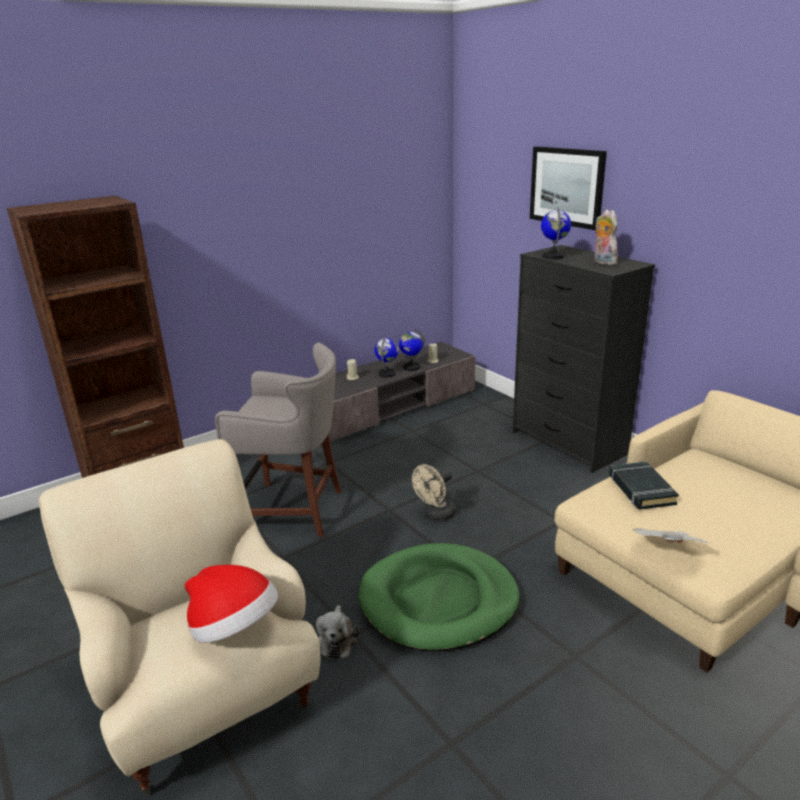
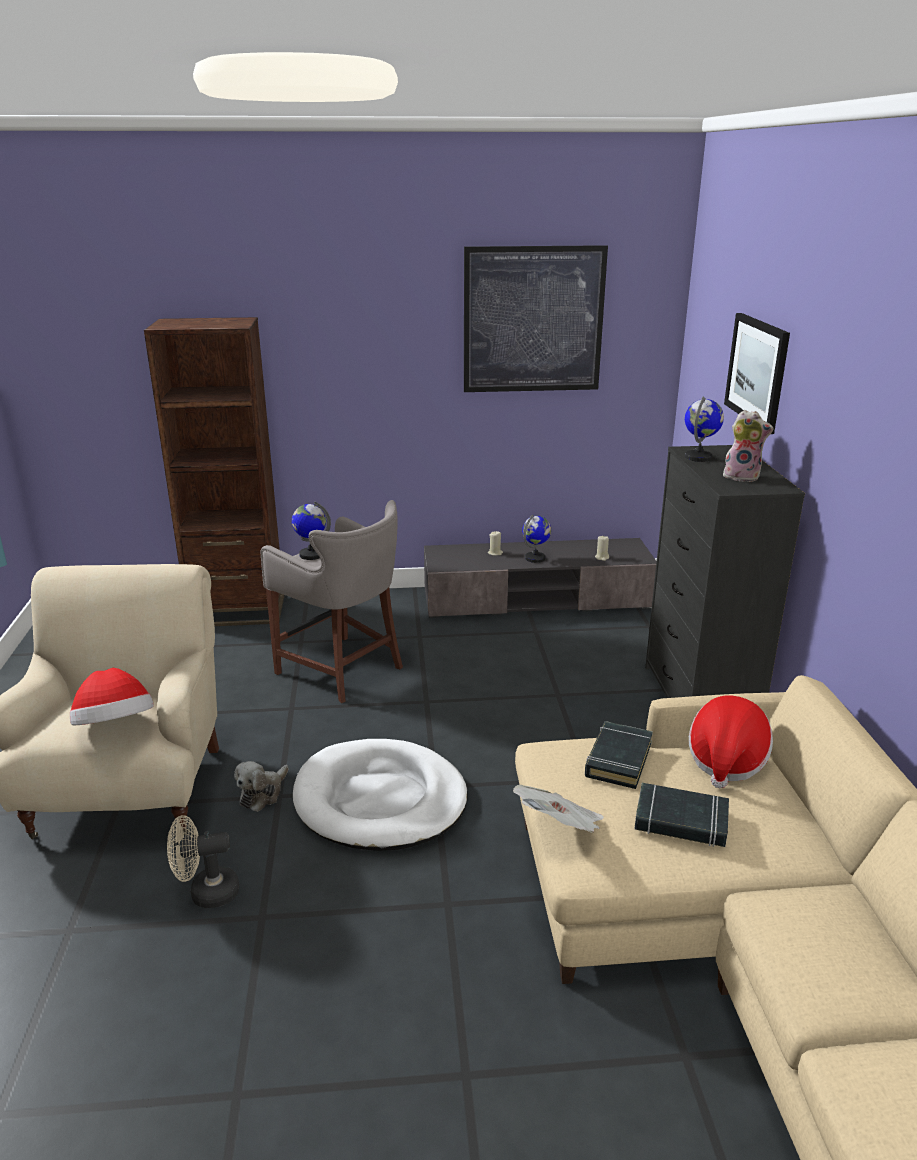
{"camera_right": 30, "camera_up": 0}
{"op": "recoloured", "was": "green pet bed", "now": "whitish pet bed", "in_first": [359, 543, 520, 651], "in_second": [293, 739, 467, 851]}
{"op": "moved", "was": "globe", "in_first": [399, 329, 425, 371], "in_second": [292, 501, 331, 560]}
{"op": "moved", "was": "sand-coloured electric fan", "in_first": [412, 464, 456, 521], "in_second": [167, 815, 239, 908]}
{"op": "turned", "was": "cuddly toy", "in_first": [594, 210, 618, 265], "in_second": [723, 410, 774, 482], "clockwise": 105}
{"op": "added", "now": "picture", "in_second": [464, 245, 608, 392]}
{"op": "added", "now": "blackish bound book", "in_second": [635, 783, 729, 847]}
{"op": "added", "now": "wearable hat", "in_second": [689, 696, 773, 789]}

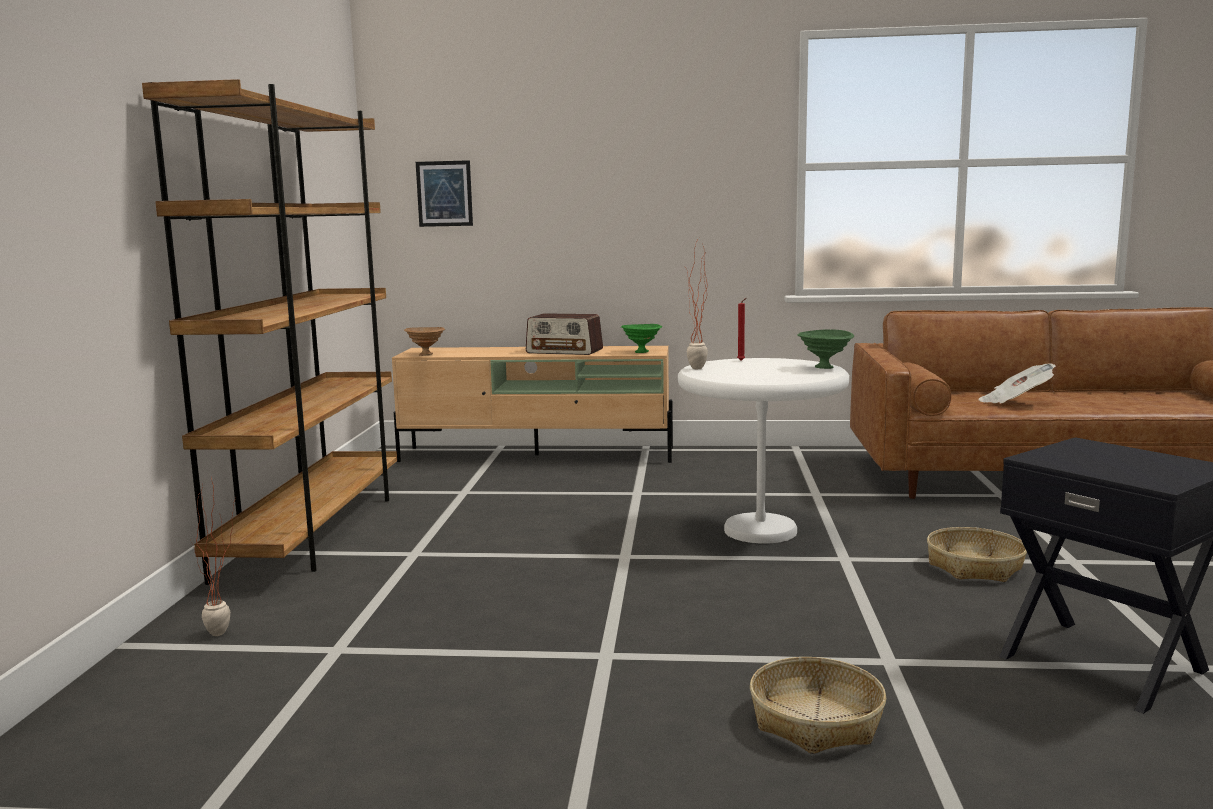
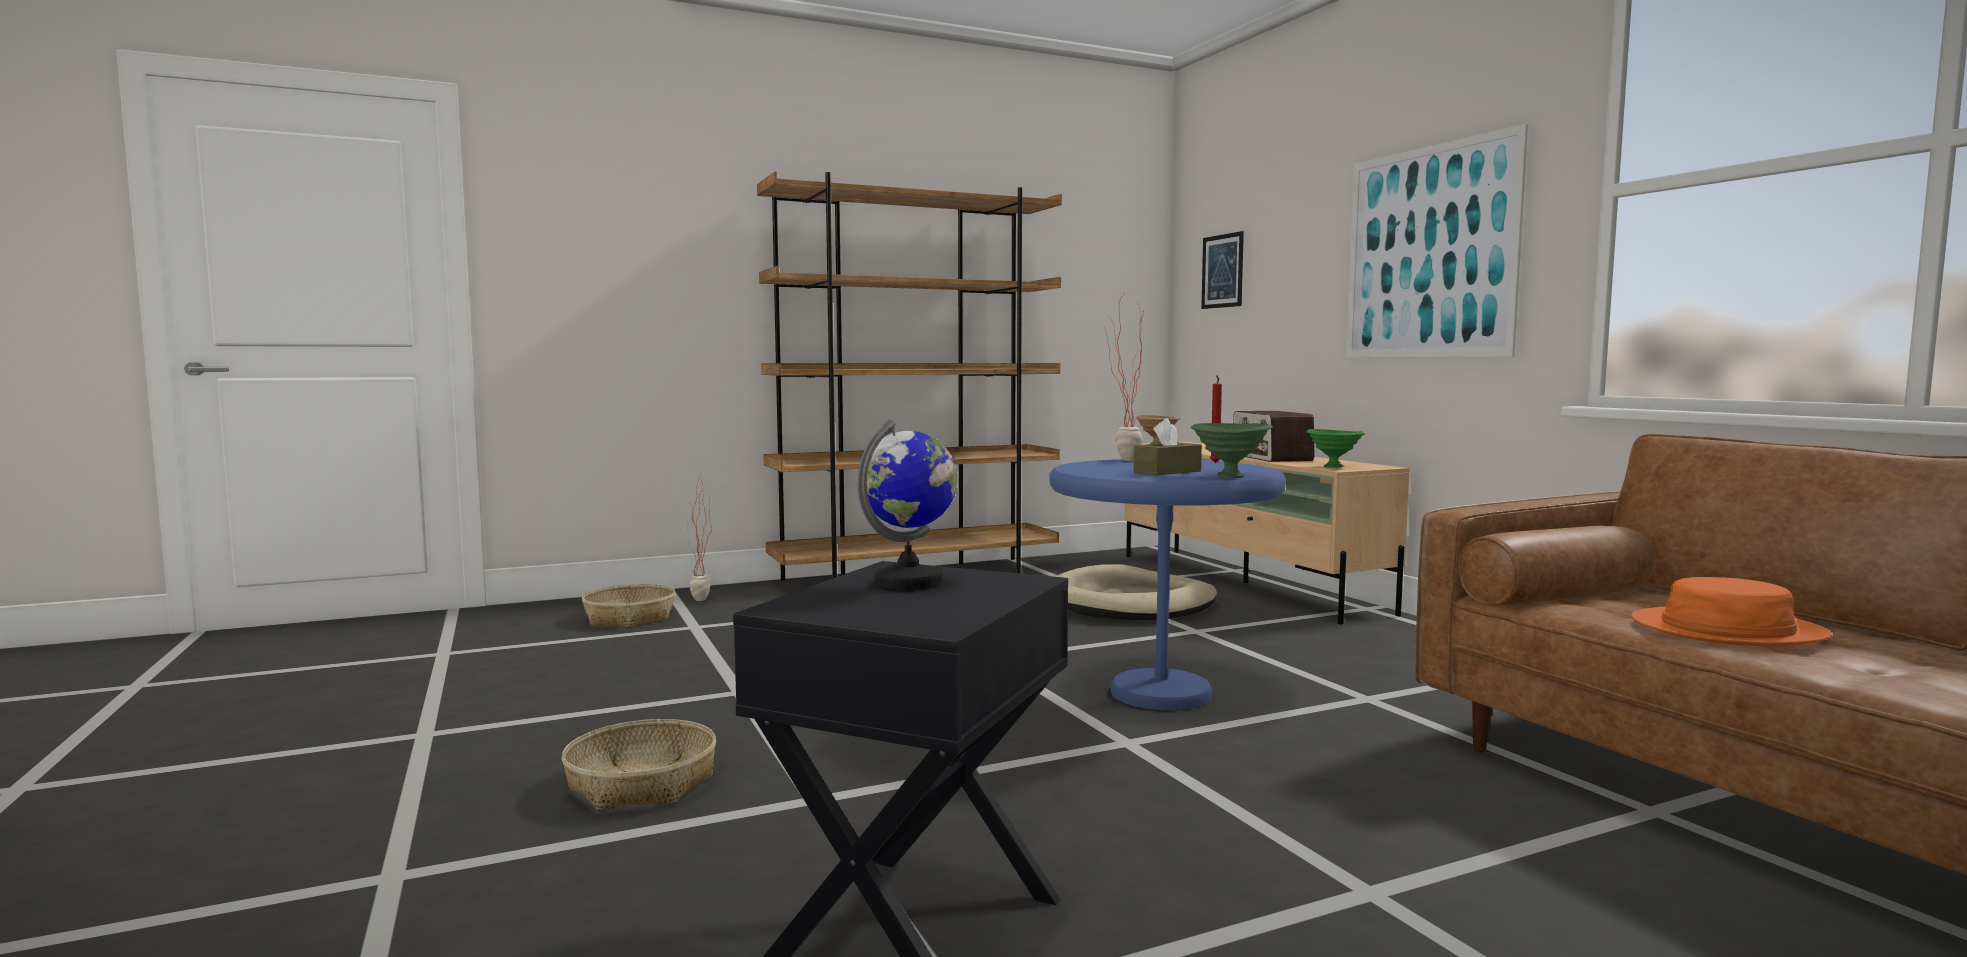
{"camera_right": 60, "camera_up": -5}
{"op": "recoloured", "was": "whitish end table", "now": "blue end table", "in_first": [678, 358, 849, 544], "in_second": [1050, 459, 1286, 710]}
{"op": "moved", "was": "basket", "in_first": [927, 527, 1027, 582], "in_second": [582, 584, 676, 627]}
{"op": "replaced", "was": "printed paper", "now": "orangey wearable hat", "in_first": [979, 363, 1056, 403], "in_second": [1631, 577, 1832, 646]}
{"op": "added", "now": "globe", "in_second": [858, 419, 957, 590]}
{"op": "added", "now": "sand-coloured pet bed", "in_second": [1055, 564, 1217, 620]}
{"op": "added", "now": "brownish tissue holder", "in_second": [1134, 418, 1202, 475]}
{"op": "added", "now": "picture", "in_second": [1346, 124, 1528, 357]}

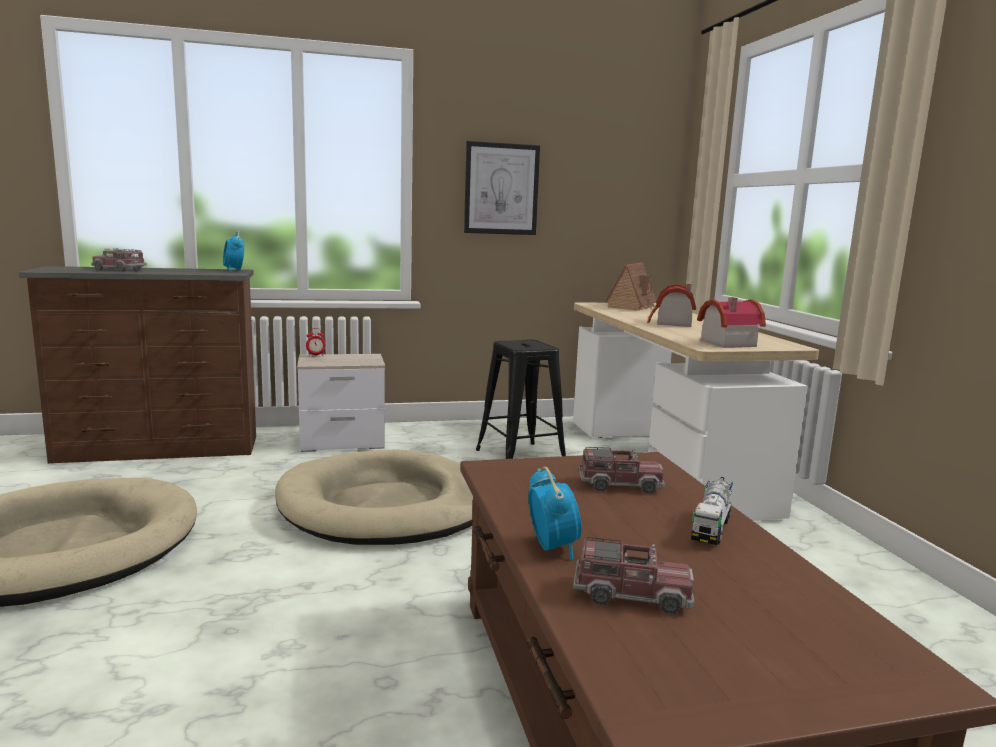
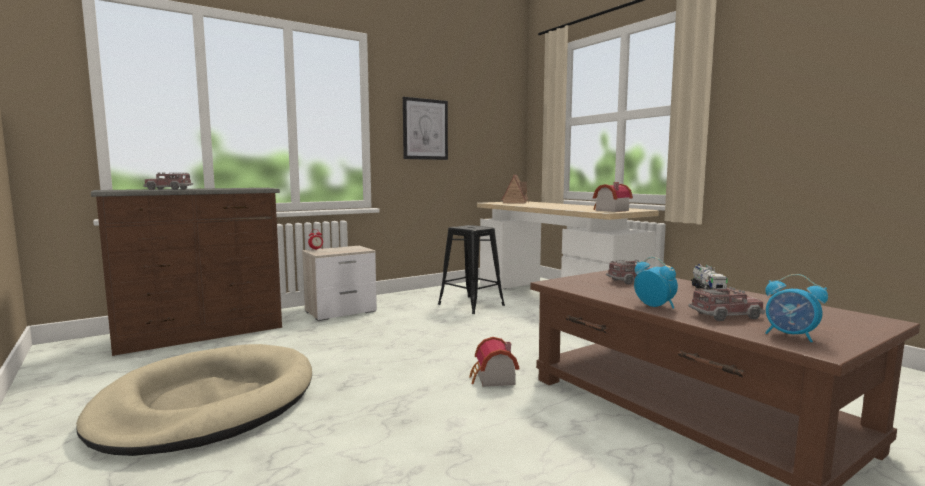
{"camera_right": -20, "camera_up": -5}
{"op": "moved", "was": "table clock", "in_first": [223, 231, 245, 271], "in_second": [765, 274, 828, 342]}
{"op": "removed", "was": "sand-coloured pet bed", "in_first": [275, 449, 473, 545]}
{"op": "moved", "was": "miniature house", "in_first": [647, 284, 696, 327], "in_second": [469, 337, 519, 387]}

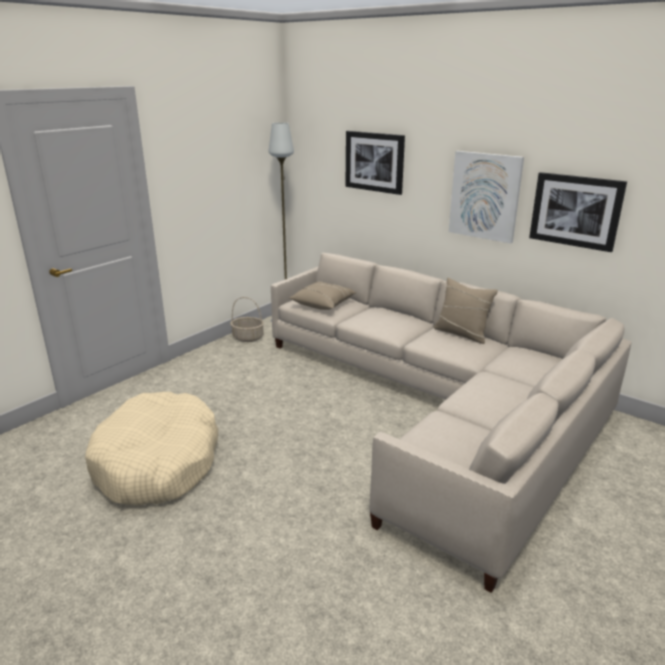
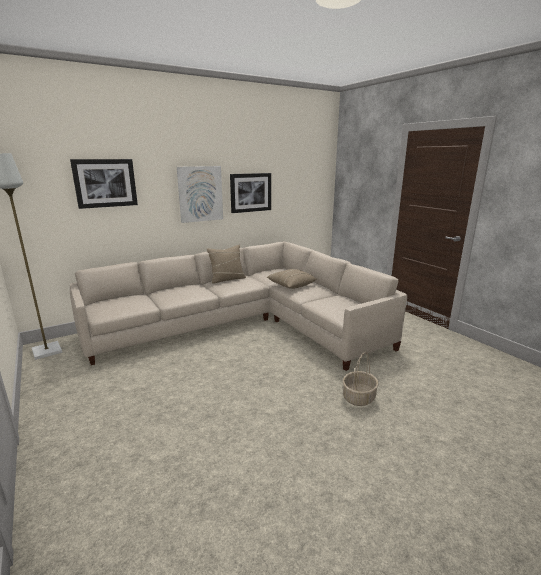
{"camera_right": -70, "camera_up": -5}
{"op": "removed", "was": "sand-coloured pet bed", "in_first": [85, 392, 218, 506]}
{"op": "moved", "was": "basket", "in_first": [230, 297, 264, 342], "in_second": [343, 352, 379, 406]}
{"op": "moved", "was": "sand-coloured throw pillow", "in_first": [289, 282, 356, 310], "in_second": [266, 269, 317, 289]}

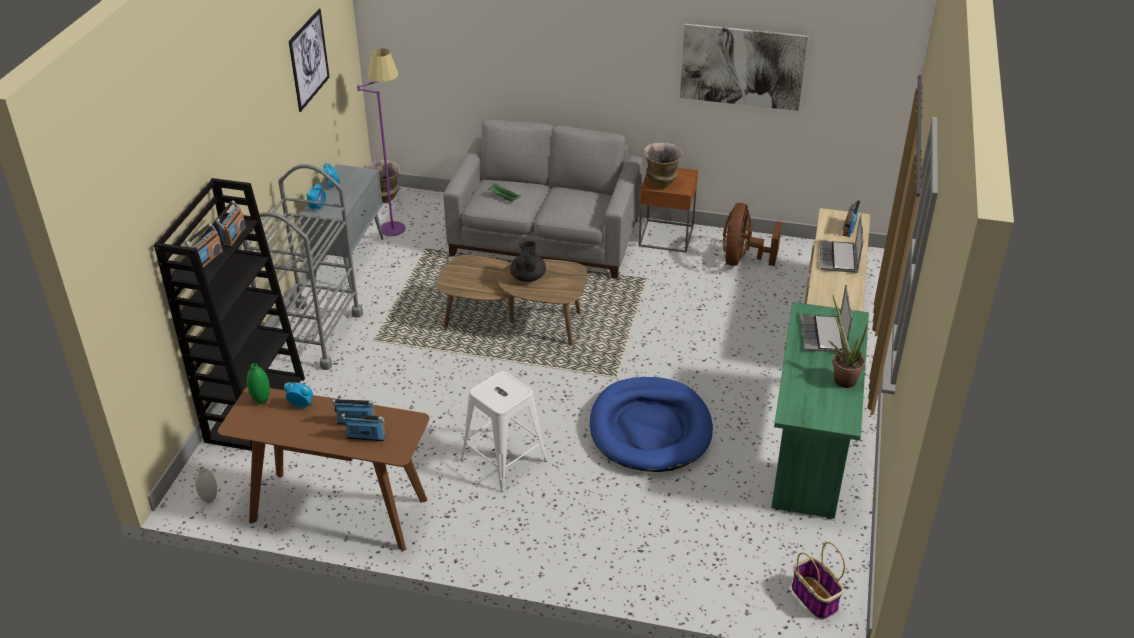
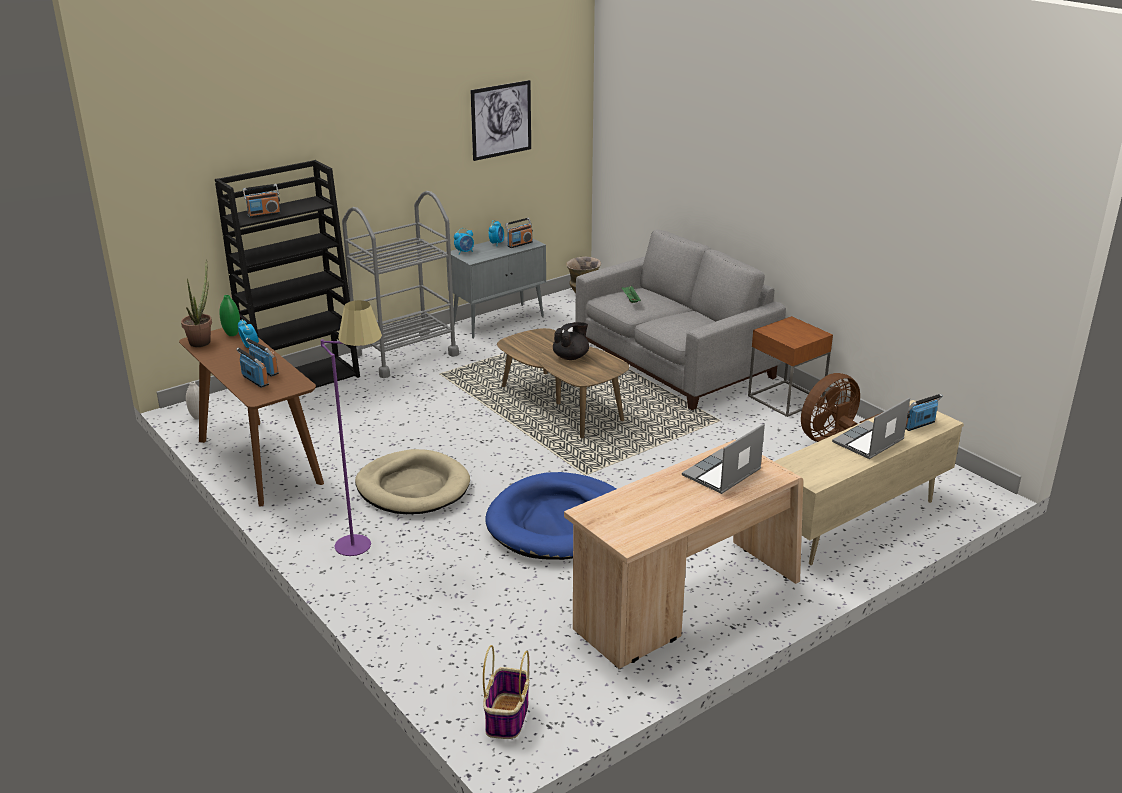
{"camera_right": 40, "camera_up": -10}
{"op": "moved", "was": "radio set", "in_first": [216, 200, 246, 247], "in_second": [505, 218, 533, 248]}
{"op": "moved", "was": "purplish standing lamp", "in_first": [357, 48, 406, 236], "in_second": [320, 300, 382, 556]}
{"op": "replaced", "was": "whitish sitting stool", "now": "sand-coloured pet bed", "in_first": [461, 371, 548, 492], "in_second": [355, 449, 470, 514]}
{"op": "removed", "was": "flower vase", "in_first": [643, 143, 683, 189]}
{"op": "removed", "was": "picture", "in_first": [680, 24, 808, 111]}
{"op": "recoloured", "was": "green desk unit", "now": "sand-coloured desk unit", "in_first": [771, 302, 869, 519], "in_second": [564, 440, 803, 669]}
{"op": "moved", "was": "houseplant", "in_first": [828, 295, 868, 388], "in_second": [181, 259, 212, 347]}

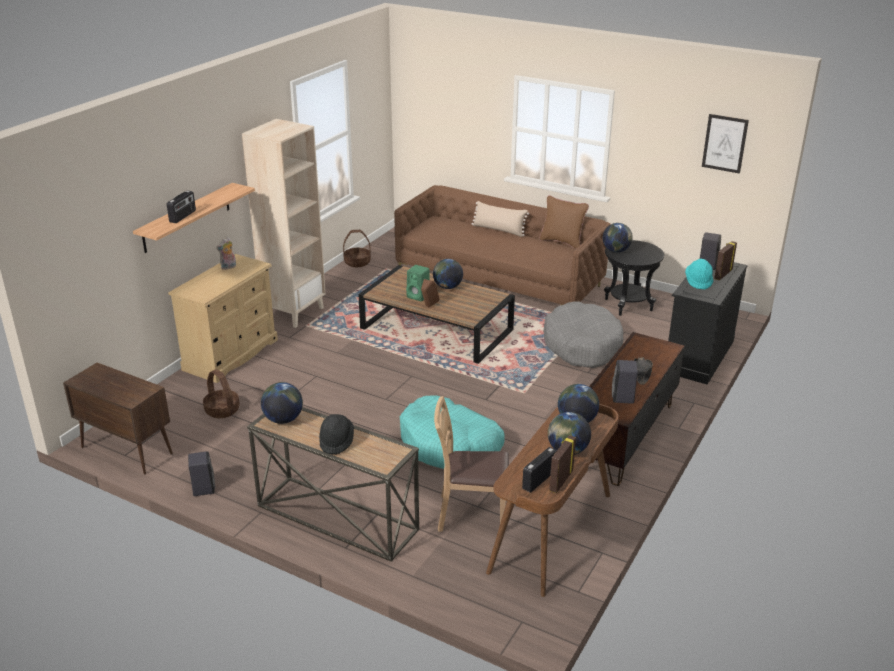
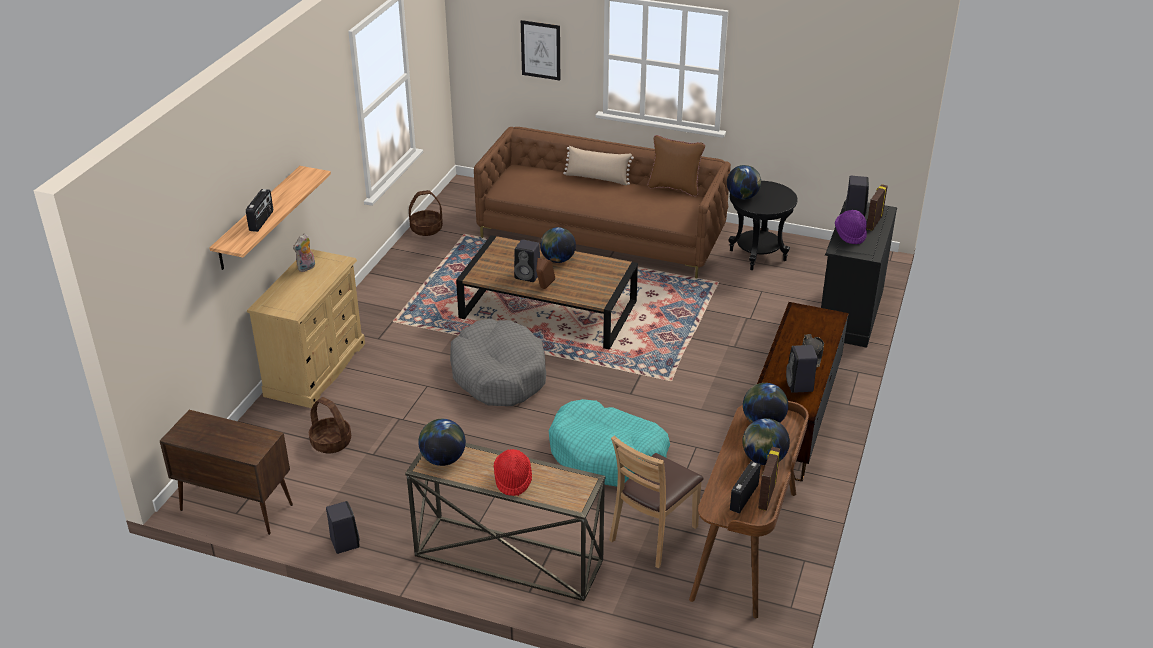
{"camera_right": -10, "camera_up": 5}
{"op": "removed", "was": "sand-coloured bookcase", "in_first": [242, 119, 326, 328]}
{"op": "recoloured", "was": "blackish wearable hat", "now": "red-coloured wearable hat", "in_first": [319, 414, 354, 455], "in_second": [494, 449, 532, 496]}
{"op": "recoloured", "was": "green speaker", "now": "blackish speaker", "in_first": [406, 265, 430, 301], "in_second": [514, 240, 540, 282]}
{"op": "turned", "was": "brownish upright chair", "in_first": [434, 396, 509, 532], "in_second": [609, 436, 704, 568], "clockwise": -45}
{"op": "moved", "was": "gray pet bed", "in_first": [543, 301, 623, 368], "in_second": [450, 319, 546, 406]}
{"op": "recoloured", "was": "turquoise wearable hat", "now": "purplish wearable hat", "in_first": [685, 259, 713, 289], "in_second": [835, 210, 867, 244]}
{"op": "moved", "was": "picture", "in_first": [702, 114, 749, 174], "in_second": [521, 20, 560, 80]}

